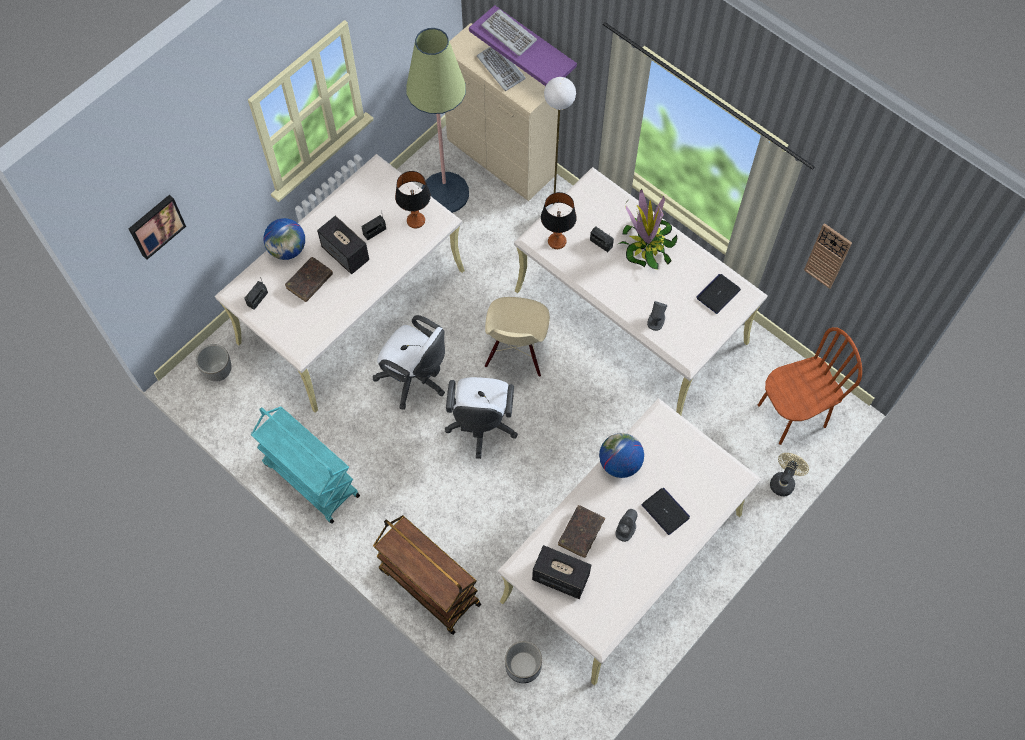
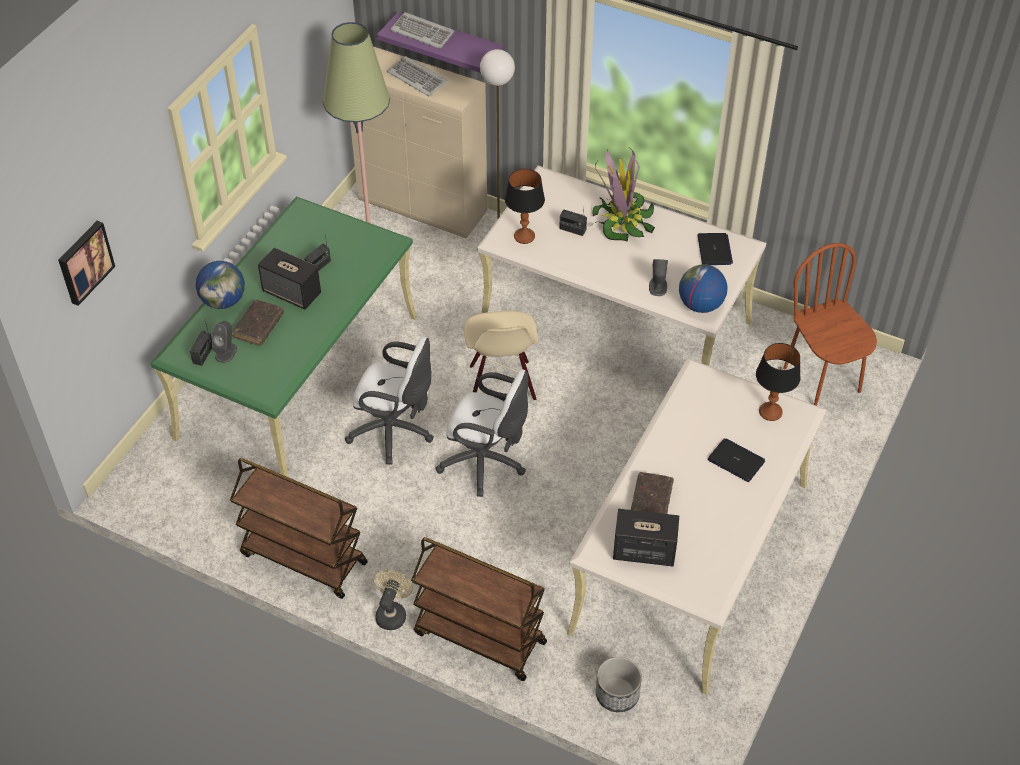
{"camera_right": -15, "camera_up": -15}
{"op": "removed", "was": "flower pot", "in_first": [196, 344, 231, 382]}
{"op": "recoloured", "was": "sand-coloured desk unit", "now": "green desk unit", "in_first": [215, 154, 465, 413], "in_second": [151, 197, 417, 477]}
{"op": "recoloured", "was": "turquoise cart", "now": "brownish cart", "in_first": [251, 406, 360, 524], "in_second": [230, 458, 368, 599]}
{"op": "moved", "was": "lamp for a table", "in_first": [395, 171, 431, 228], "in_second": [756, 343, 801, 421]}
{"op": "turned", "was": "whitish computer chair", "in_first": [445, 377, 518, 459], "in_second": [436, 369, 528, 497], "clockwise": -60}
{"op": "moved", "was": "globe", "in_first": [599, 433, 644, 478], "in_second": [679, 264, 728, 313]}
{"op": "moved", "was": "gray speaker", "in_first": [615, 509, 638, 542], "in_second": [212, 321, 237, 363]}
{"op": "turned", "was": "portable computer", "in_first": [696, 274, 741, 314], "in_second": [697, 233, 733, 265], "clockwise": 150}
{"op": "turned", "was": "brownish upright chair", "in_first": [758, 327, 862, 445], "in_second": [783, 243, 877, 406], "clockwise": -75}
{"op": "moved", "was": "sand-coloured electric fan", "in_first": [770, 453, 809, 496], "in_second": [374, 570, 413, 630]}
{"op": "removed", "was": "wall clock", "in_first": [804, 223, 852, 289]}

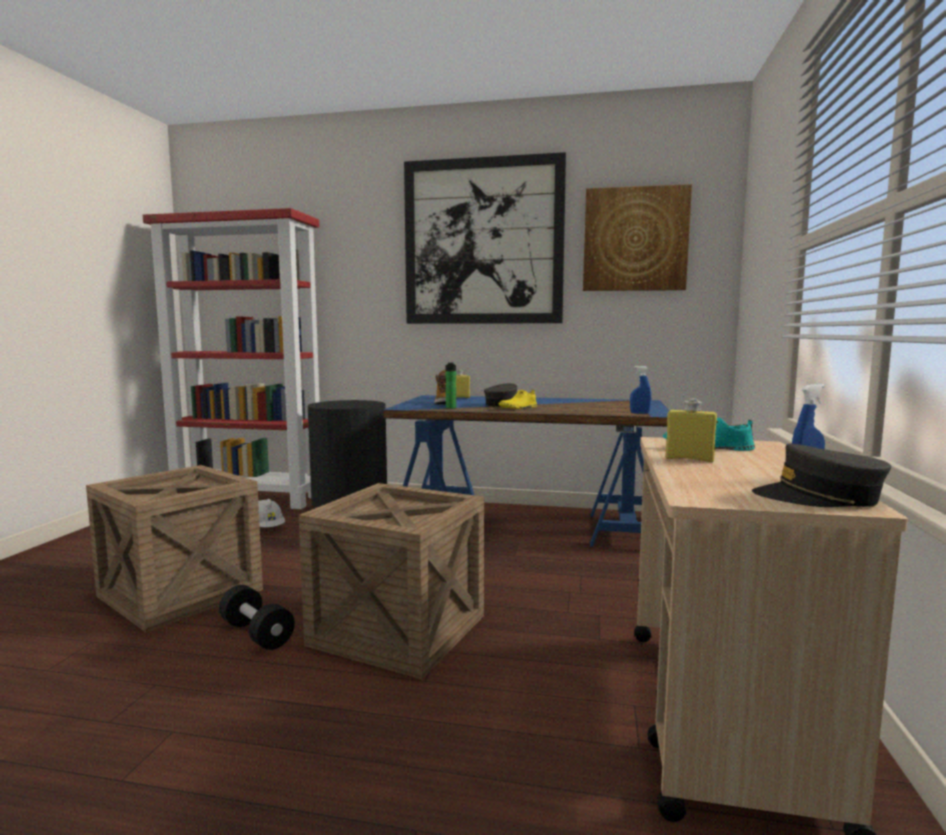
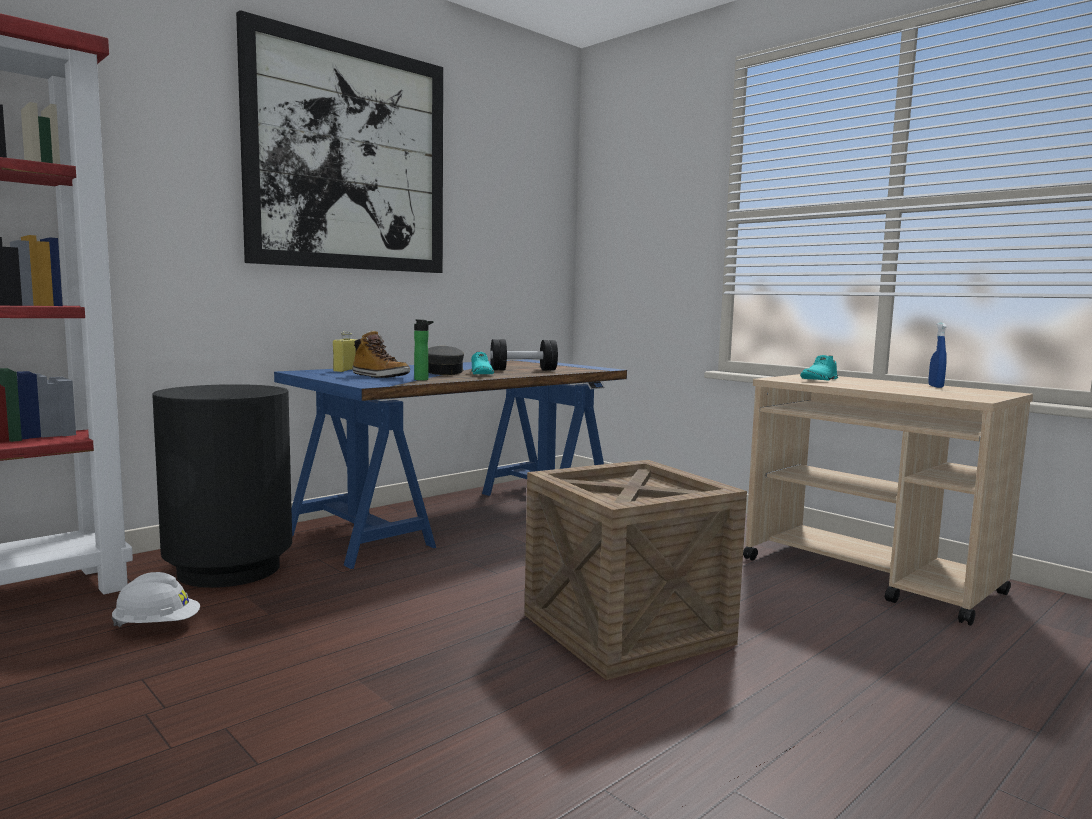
{"camera_right": -55, "camera_up": 0}
{"op": "removed", "was": "crate", "in_first": [86, 465, 263, 632]}
{"op": "moved", "was": "blackish dumbbell", "in_first": [219, 585, 295, 650], "in_second": [490, 339, 558, 371]}
{"op": "recoloured", "was": "yellow low shoe", "now": "turquoise low shoe", "in_first": [499, 390, 538, 409], "in_second": [471, 352, 494, 374]}
{"op": "removed", "was": "picture", "in_first": [583, 184, 692, 291]}
{"op": "removed", "was": "blue hand sprayer", "in_first": [630, 366, 651, 414]}
{"op": "removed", "was": "yellow drink bottle", "in_first": [666, 399, 717, 462]}
{"op": "removed", "was": "gray cap", "in_first": [752, 443, 891, 507]}

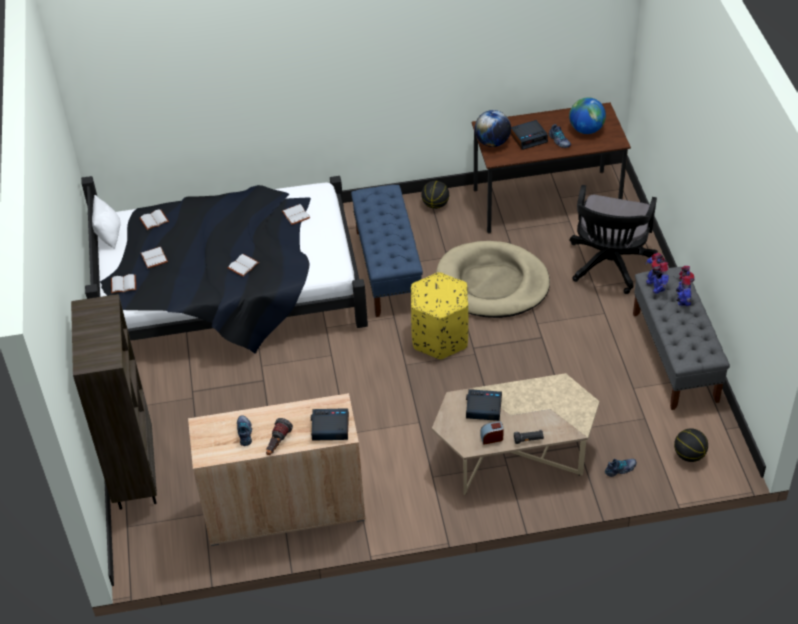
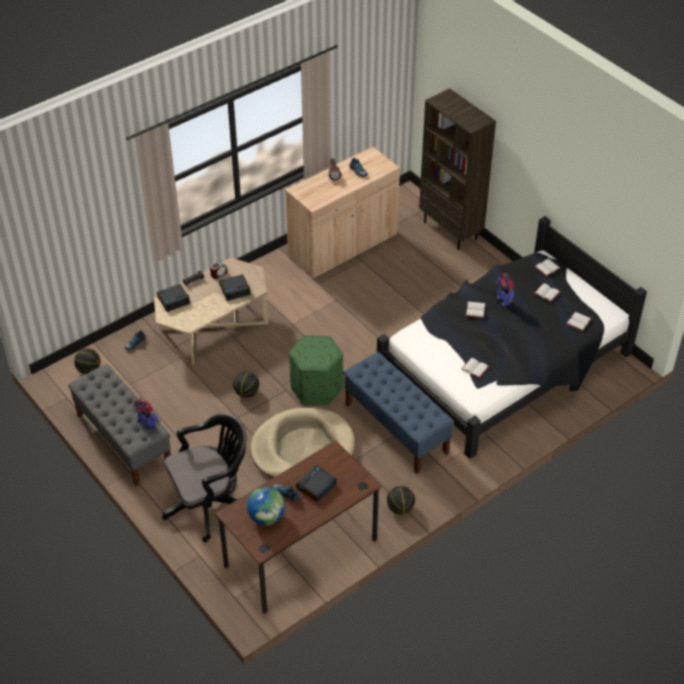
{"camera_right": 150, "camera_up": 0}
{"op": "removed", "was": "whitish throw pillow", "in_first": [92, 195, 120, 249]}
{"op": "moved", "was": "table clock", "in_first": [311, 408, 349, 441], "in_second": [157, 284, 190, 312]}
{"op": "recoloured", "was": "yellow ottoman", "now": "green ottoman", "in_first": [411, 272, 468, 360], "in_second": [289, 335, 343, 406]}
{"op": "removed", "was": "globe", "in_first": [475, 110, 511, 147]}
{"op": "turned", "was": "blackish computer chair", "in_first": [570, 185, 658, 294], "in_second": [162, 413, 246, 542], "clockwise": 75}
{"op": "moved", "was": "robot figure", "in_first": [676, 266, 695, 306], "in_second": [495, 273, 514, 307]}
{"op": "added", "now": "ball for basketball", "in_second": [233, 371, 259, 398]}

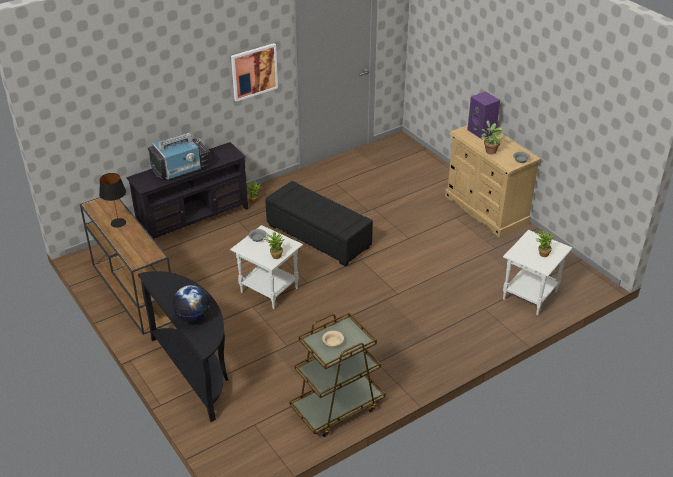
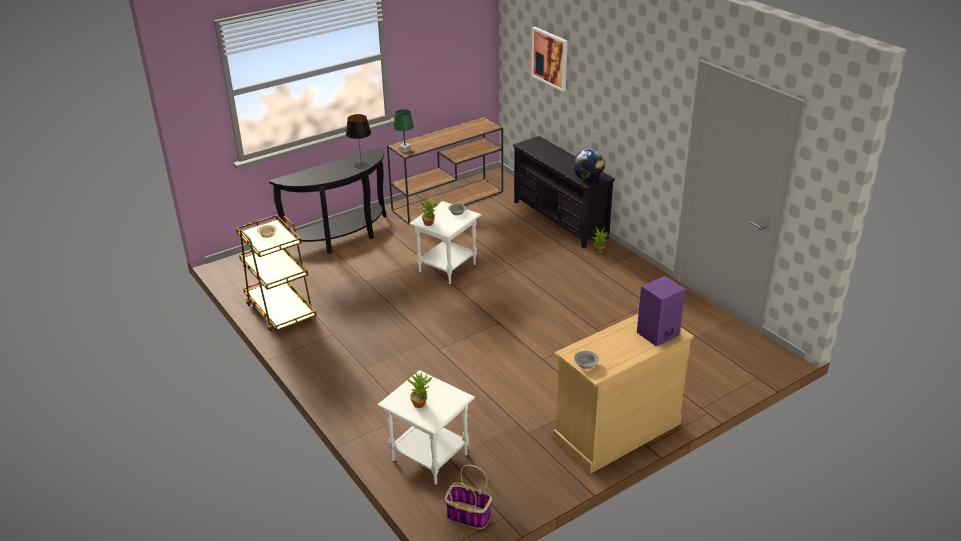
{"camera_right": 90, "camera_up": -5}
{"op": "moved", "was": "blackish lamp for a table", "in_first": [99, 173, 126, 228], "in_second": [346, 114, 371, 169]}
{"op": "removed", "was": "TV set", "in_first": [148, 133, 211, 180]}
{"op": "moved", "was": "globe", "in_first": [172, 285, 210, 323], "in_second": [573, 149, 605, 181]}
{"op": "moved", "was": "picture", "in_first": [231, 43, 278, 102], "in_second": [531, 27, 568, 92]}
{"op": "removed", "was": "blackish ottoman", "in_first": [265, 181, 373, 267]}
{"op": "removed", "was": "houseplant", "in_first": [481, 120, 503, 154]}
{"op": "added", "now": "green lamp for a table", "in_second": [393, 109, 414, 153]}
{"op": "added", "now": "basket", "in_second": [445, 465, 492, 529]}

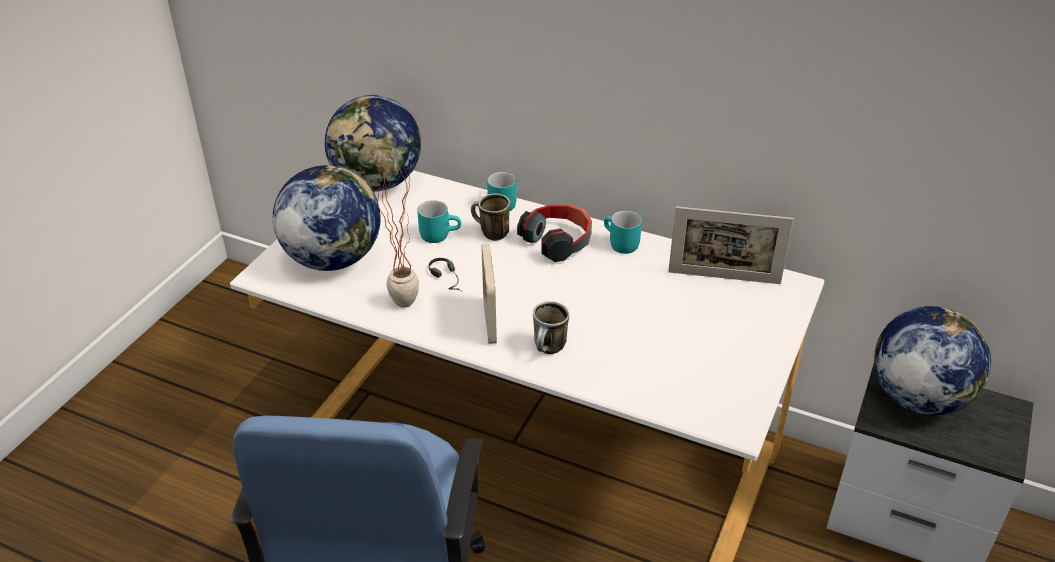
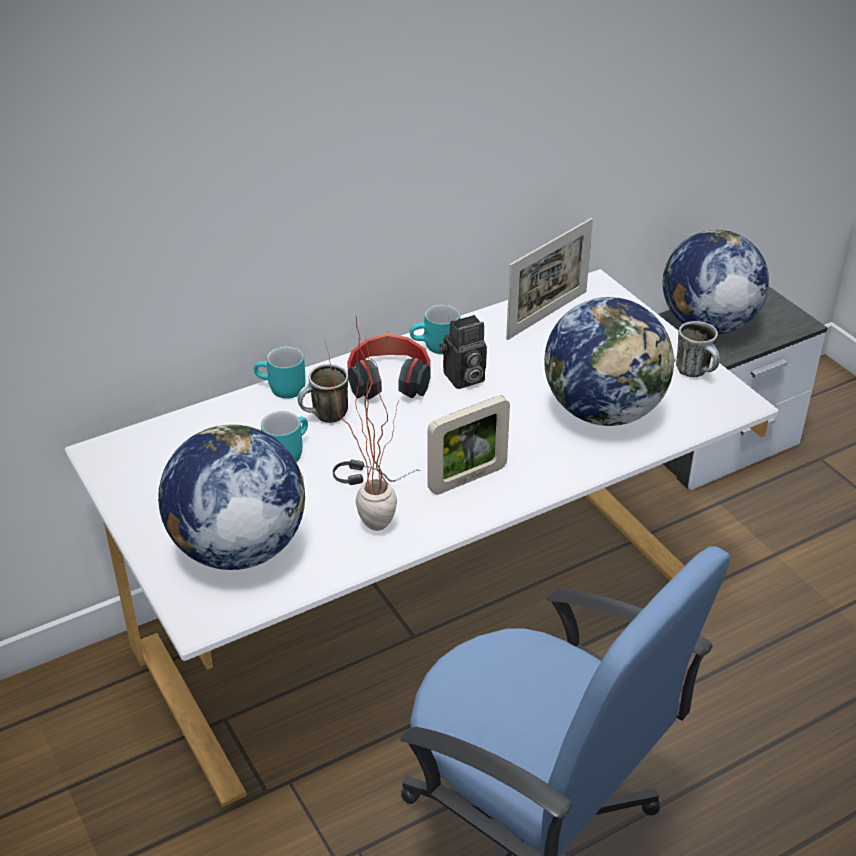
{"camera_right": -55, "camera_up": 0}
{"op": "moved", "was": "globe", "in_first": [325, 95, 421, 192], "in_second": [544, 297, 676, 426]}
{"op": "turned", "was": "standing frame", "in_first": [481, 244, 497, 344], "in_second": [428, 396, 510, 495], "clockwise": -60}
{"op": "moved", "was": "mug", "in_first": [533, 301, 569, 354], "in_second": [676, 321, 720, 377]}
{"op": "added", "now": "still camera", "in_second": [440, 315, 487, 389]}

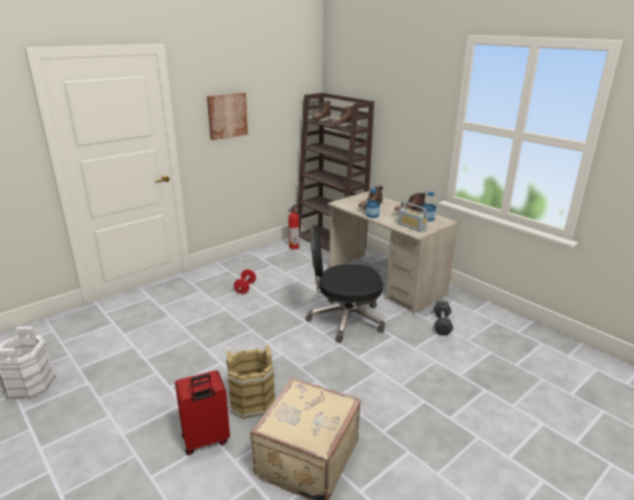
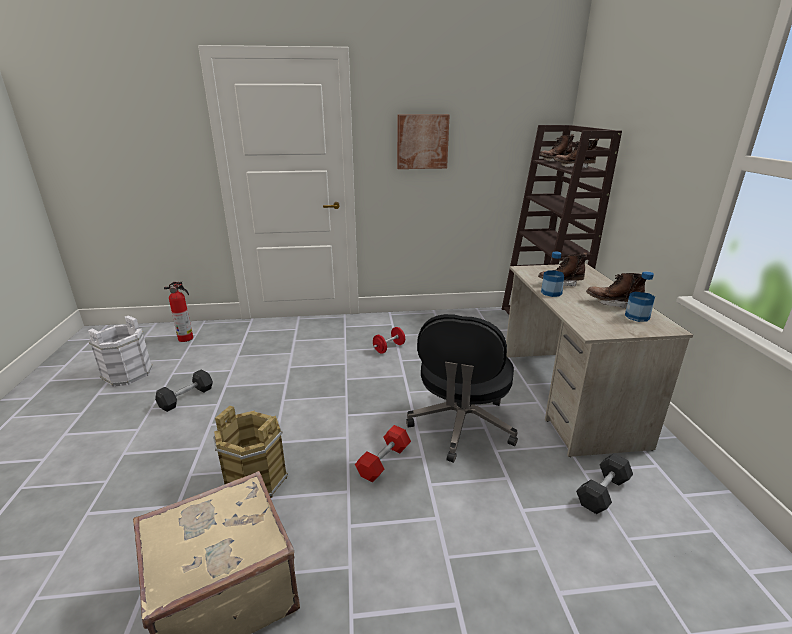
{"camera_right": 35, "camera_up": 0}
{"op": "removed", "was": "red-coloured piece of luggage", "in_first": [175, 370, 230, 455]}
{"op": "moved", "was": "fire extinguisher", "in_first": [288, 204, 301, 249], "in_second": [164, 282, 193, 342]}
{"op": "turned", "was": "blackish computer chair", "in_first": [306, 225, 385, 343], "in_second": [406, 314, 518, 463], "clockwise": -105}
{"op": "removed", "was": "radio set", "in_first": [398, 201, 428, 232]}
{"op": "added", "now": "gray dumbbell", "in_second": [155, 370, 213, 412]}
{"op": "added", "now": "red-coloured dumbbell", "in_second": [355, 425, 411, 483]}

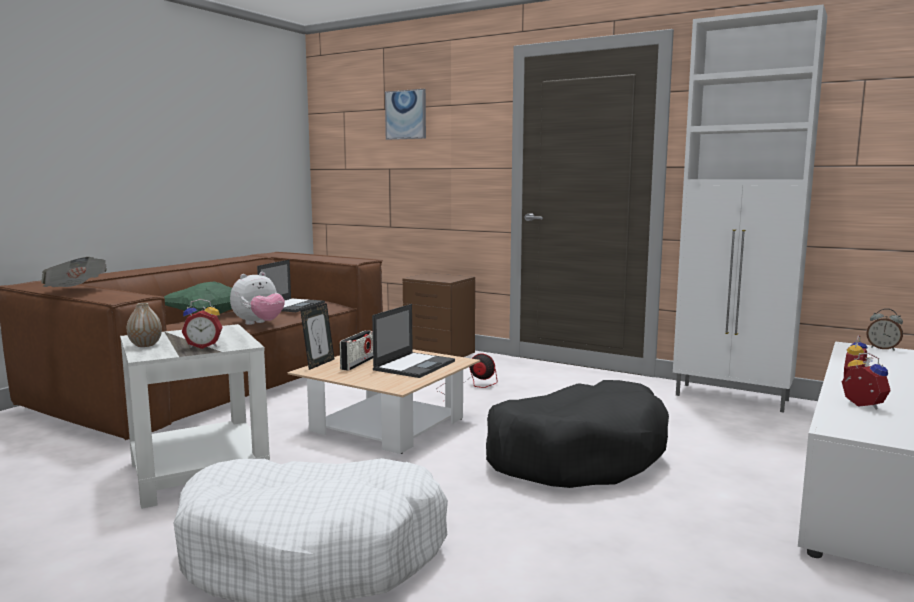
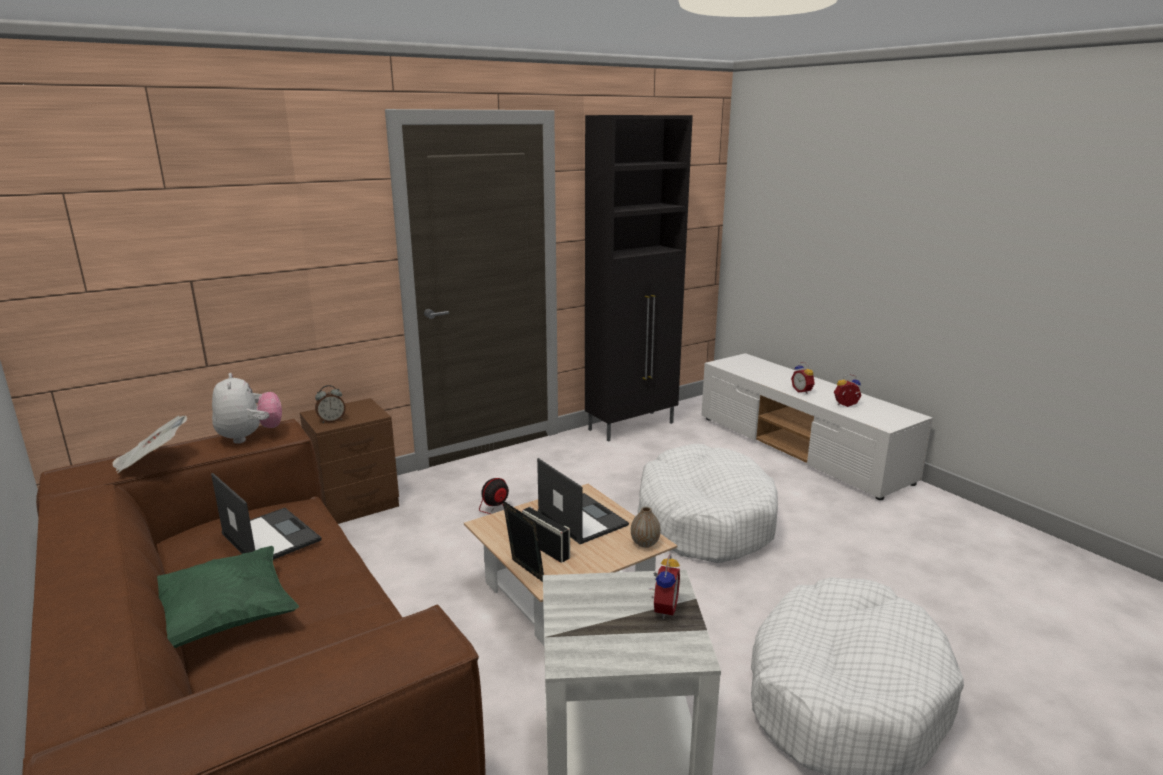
{"camera_right": -65, "camera_up": 10}
{"op": "moved", "was": "printed paper", "in_first": [41, 257, 107, 287], "in_second": [112, 416, 187, 473]}
{"op": "moved", "was": "flower vase", "in_first": [127, 303, 162, 347], "in_second": [631, 507, 661, 548]}
{"op": "moved", "was": "cuddly toy", "in_first": [230, 272, 285, 325], "in_second": [212, 373, 282, 444]}
{"op": "removed", "was": "picture", "in_first": [385, 89, 426, 140]}
{"op": "recoloured", "was": "blackish pet bed", "now": "whitish pet bed", "in_first": [486, 380, 669, 488], "in_second": [637, 444, 778, 563]}
{"op": "recoloured", "was": "whitish storage cabinet", "now": "blackish storage cabinet", "in_first": [673, 4, 827, 413], "in_second": [585, 115, 693, 442]}
{"op": "moved", "was": "table clock", "in_first": [866, 309, 903, 351], "in_second": [315, 385, 346, 423]}

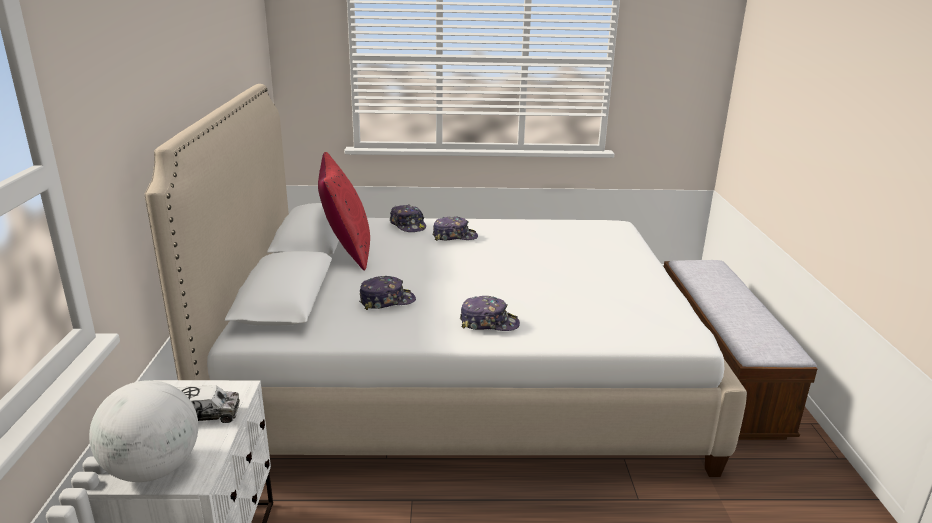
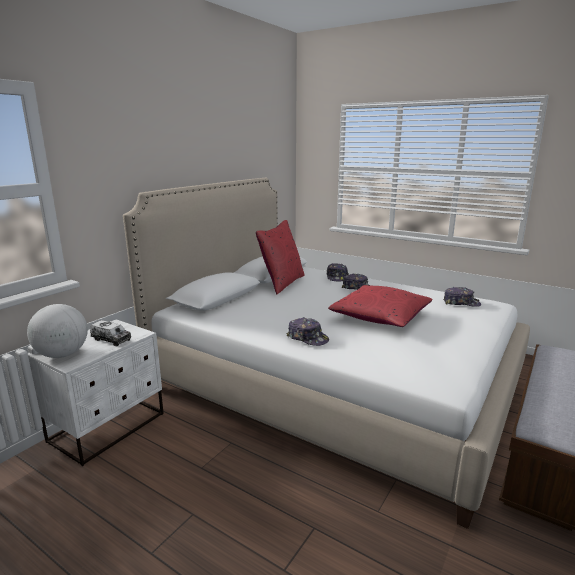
{"camera_right": 35, "camera_up": -5}
{"op": "moved", "was": "cap", "in_first": [359, 276, 416, 310], "in_second": [443, 287, 481, 307]}
{"op": "added", "now": "red-coloured throw pillow", "in_second": [328, 285, 433, 327]}

